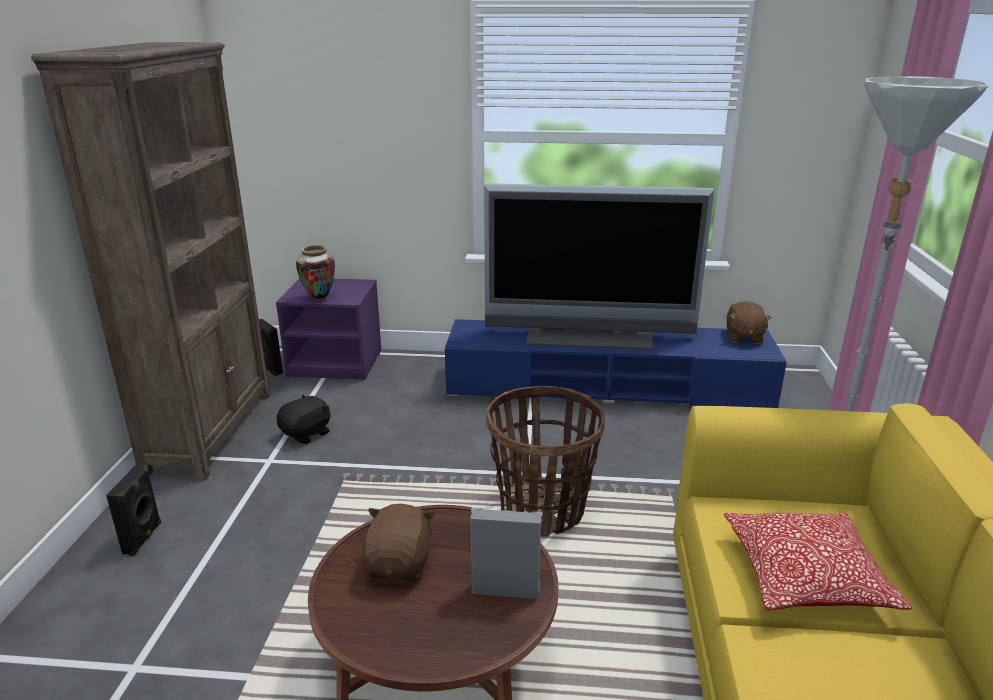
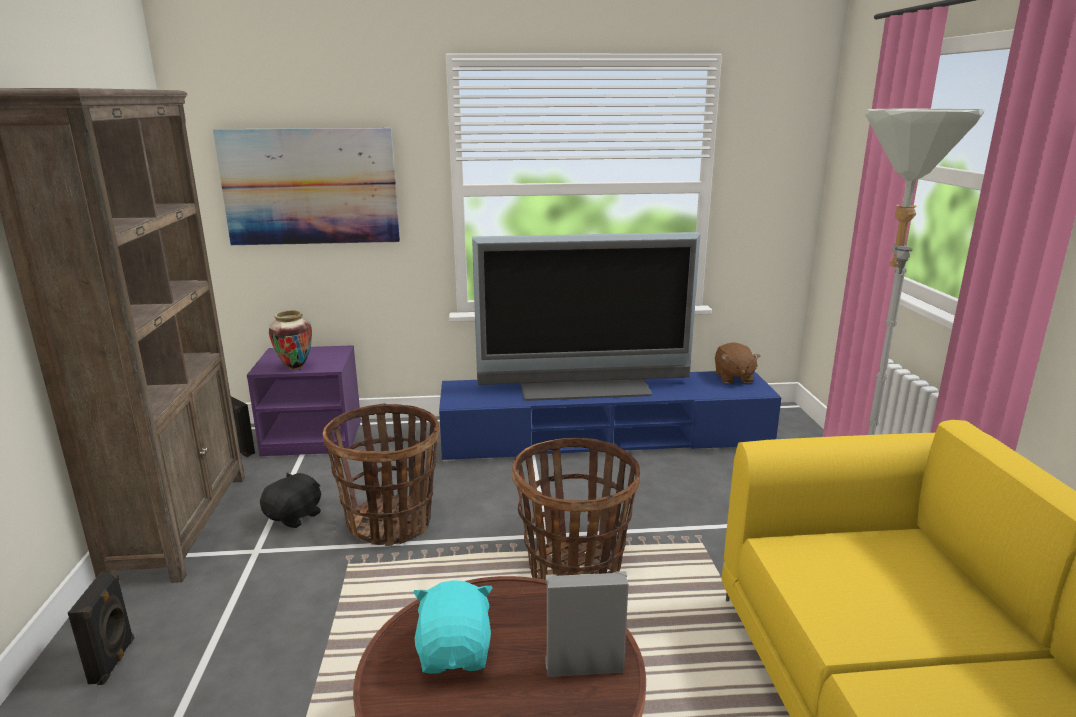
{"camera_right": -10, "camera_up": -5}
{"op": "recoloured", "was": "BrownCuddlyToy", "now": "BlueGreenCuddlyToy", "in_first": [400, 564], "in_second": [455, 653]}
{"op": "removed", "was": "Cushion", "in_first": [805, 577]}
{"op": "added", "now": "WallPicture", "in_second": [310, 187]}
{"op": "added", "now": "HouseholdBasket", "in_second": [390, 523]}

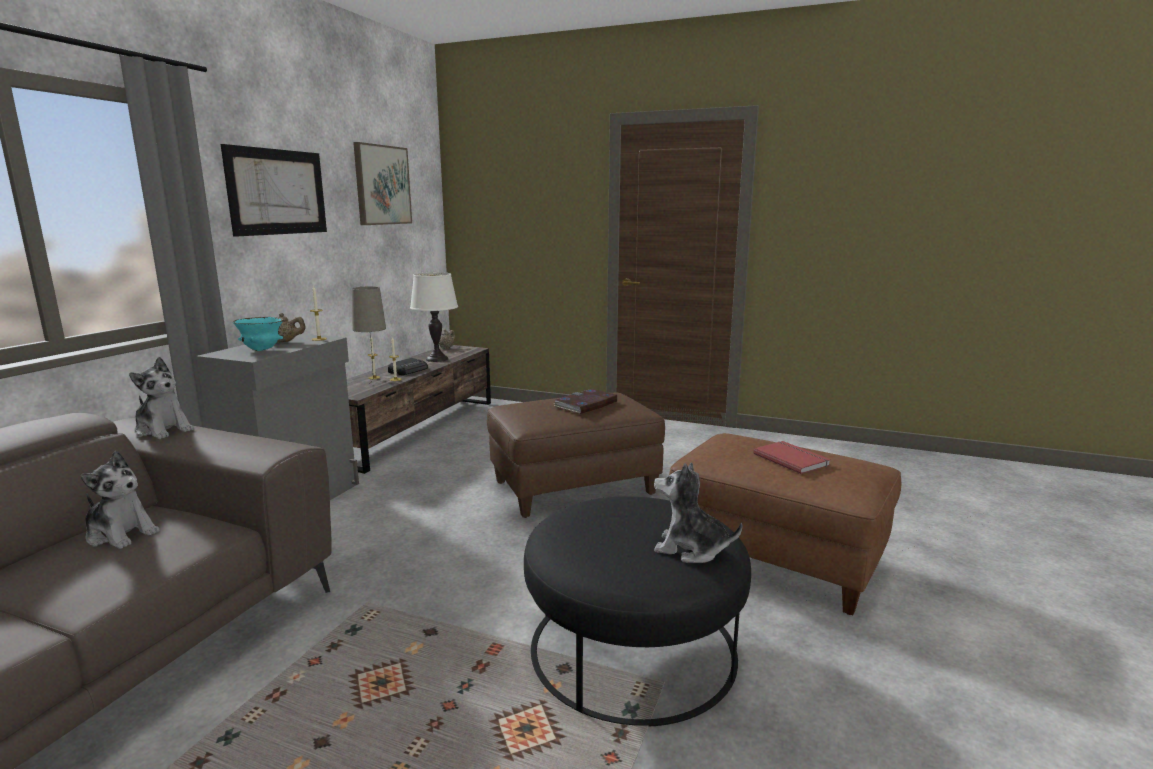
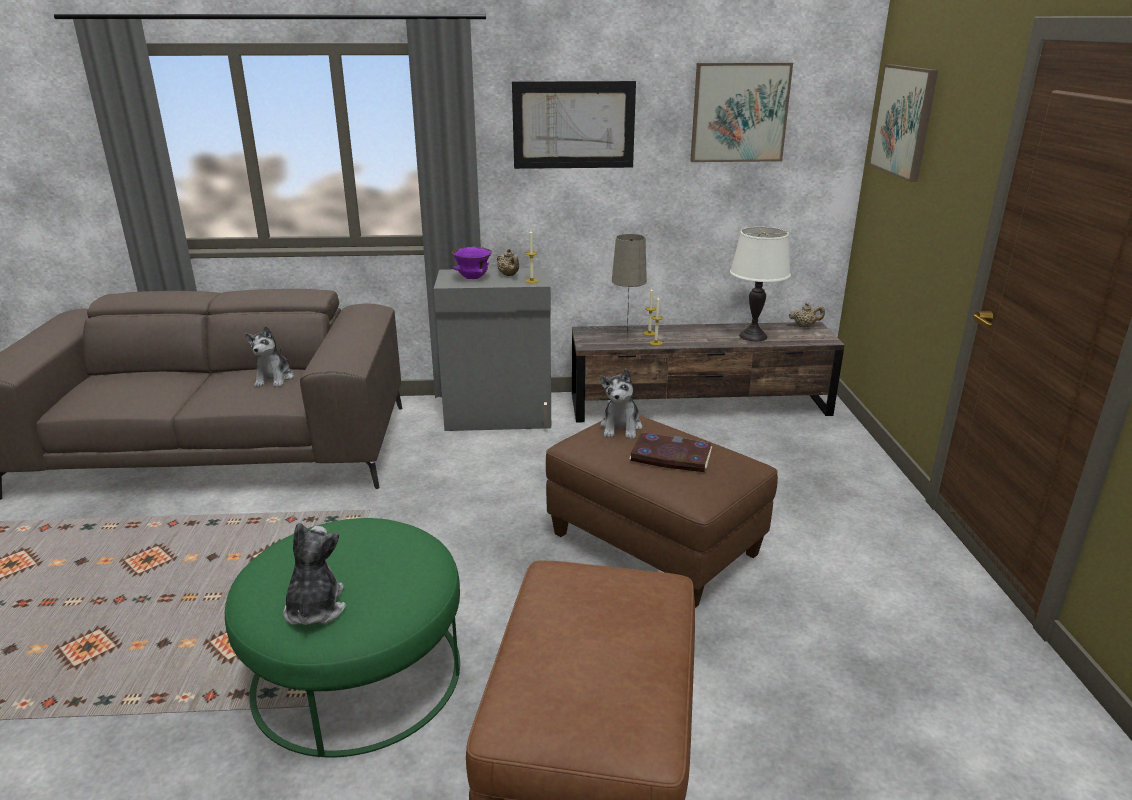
{"camera_right": 65, "camera_up": 10}
{"op": "recoloured", "was": "BlueGreenDeepDish", "now": "PurpleDeepDish", "in_first": [261, 350], "in_second": [472, 278]}
{"op": "moved", "was": "CuddlyToy", "in_first": [163, 430], "in_second": [621, 427]}
{"op": "removed", "was": "RadioSet", "in_first": [409, 370]}
{"op": "removed", "was": "RedBook", "in_first": [792, 459]}
{"op": "recoloured", "was": "BlackPouffe", "now": "GreenishPouffe", "in_first": [633, 648], "in_second": [357, 673]}
{"op": "added", "now": "WallPicture", "in_second": [904, 121]}

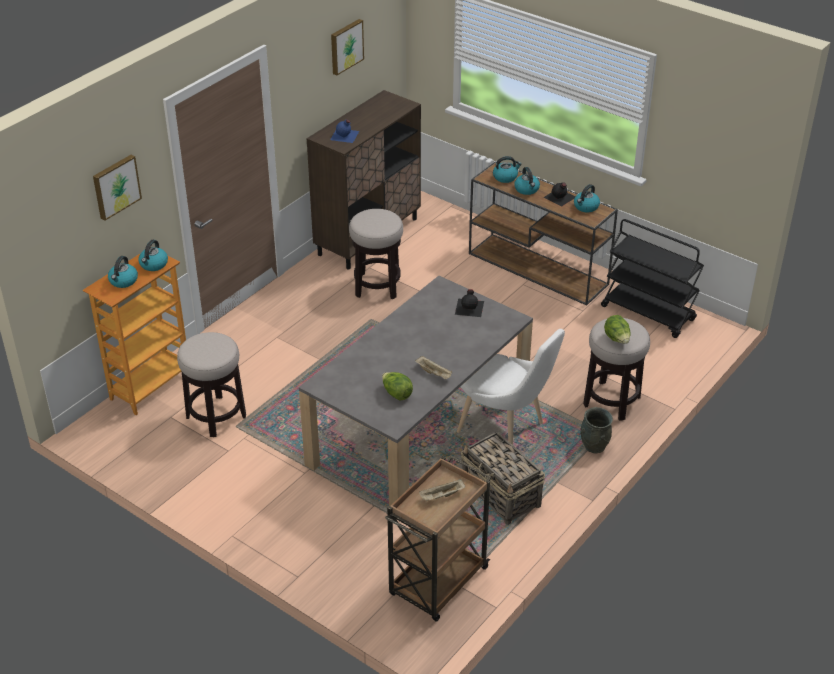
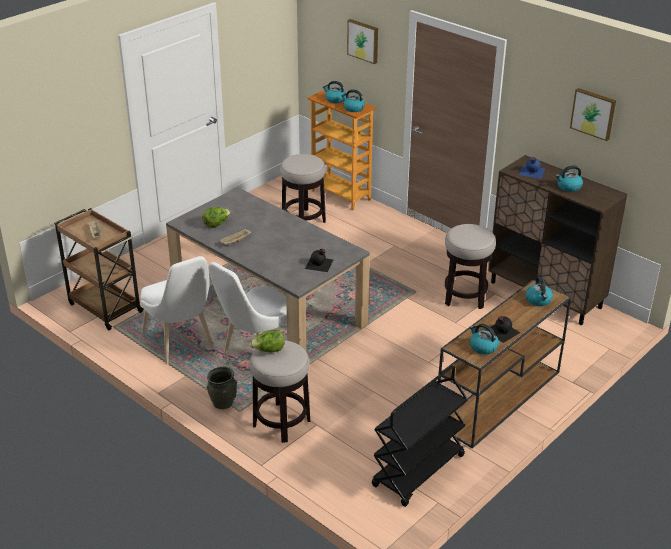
{"camera_right": 95, "camera_up": -5}
{"op": "moved", "was": "TeaKettle", "in_first": [527, 189], "in_second": [568, 187]}
{"op": "replaced", "was": "HouseholdBasket", "now": "WhitePlainChair", "in_first": [501, 495], "in_second": [181, 344]}

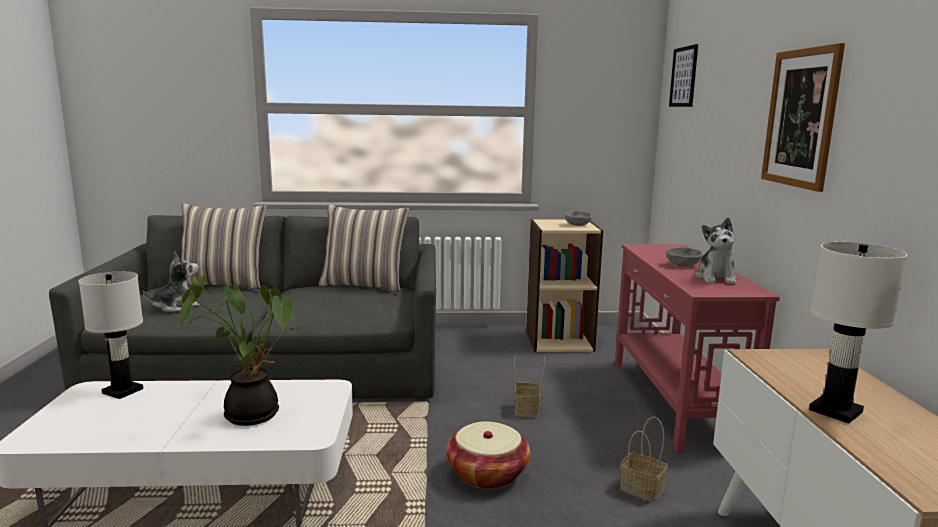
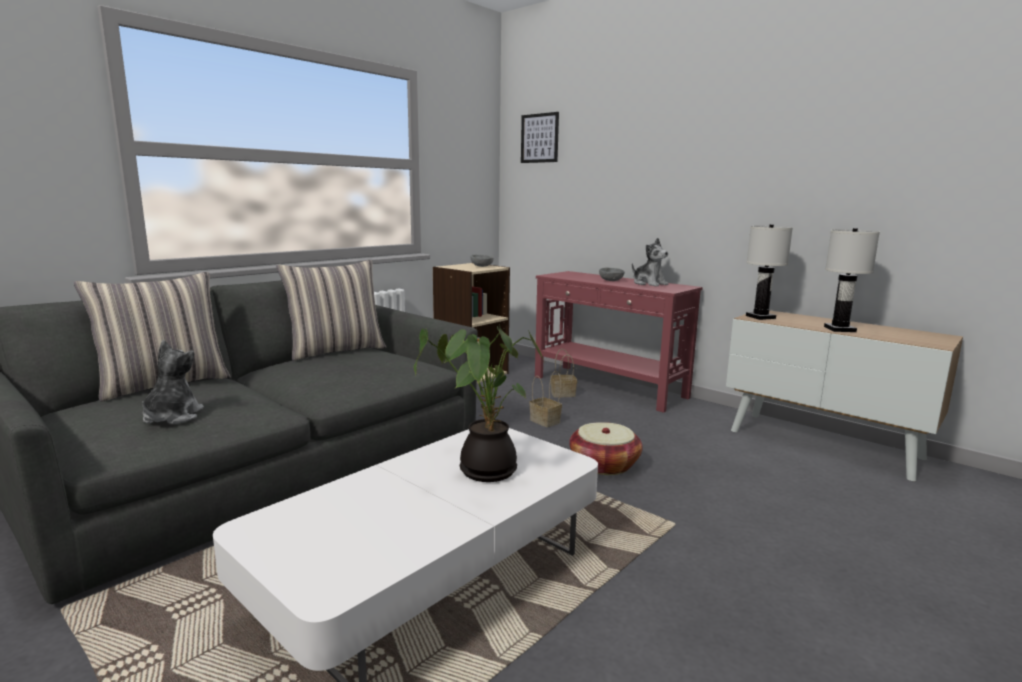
{"camera_right": -45, "camera_up": 0}
{"op": "removed", "was": "WallPicture", "in_first": [801, 118]}
{"op": "moved", "was": "WhiteLampForATable", "in_first": [122, 391], "in_second": [760, 317]}
{"op": "moved", "was": "HouseholdBasket", "in_first": [643, 489], "in_second": [563, 394]}

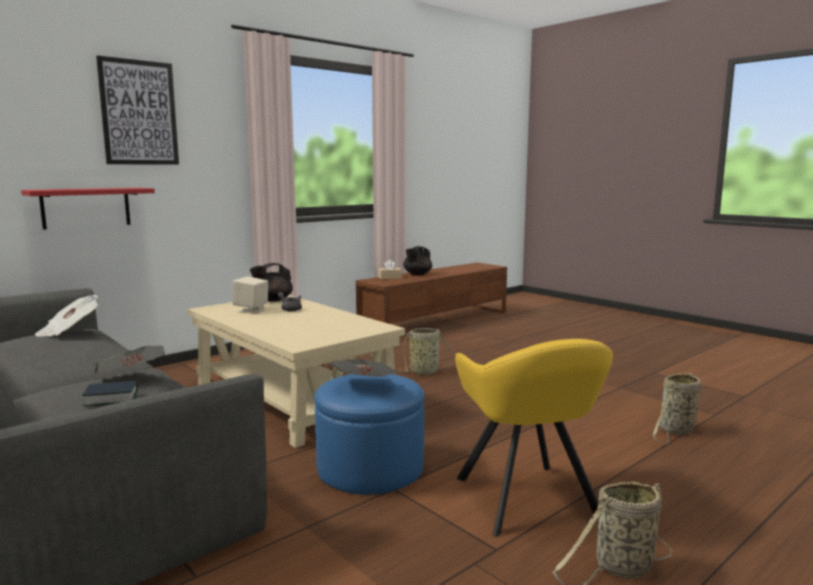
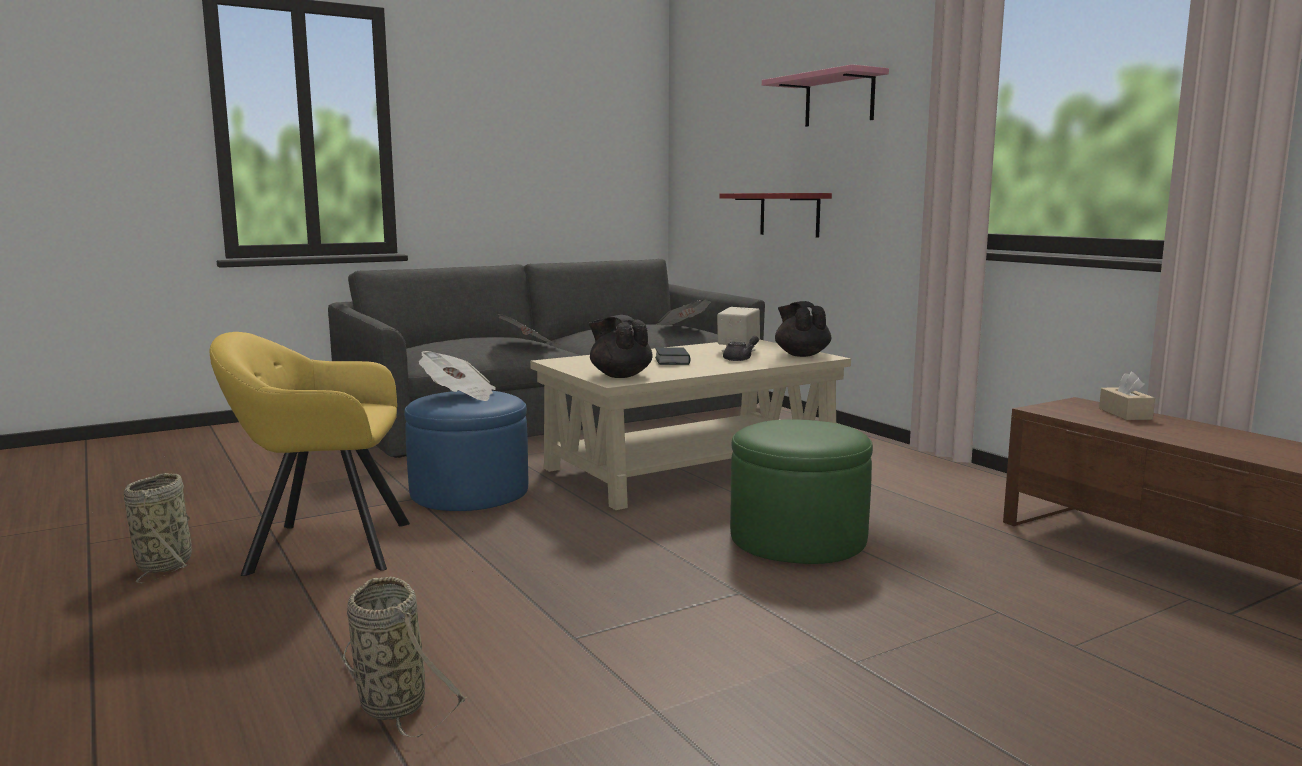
{"camera_right": 100, "camera_up": 0}
{"op": "replaced", "was": "WallPicture", "now": "PinkBracketShelf", "in_first": [139, 113], "in_second": [839, 99]}
{"op": "moved", "was": "BlackTeaPot", "in_first": [417, 274], "in_second": [620, 375]}
{"op": "replaced", "was": "HouseholdBasket", "now": "GreenishPouffe", "in_first": [426, 372], "in_second": [798, 538]}
{"op": "moved", "was": "Book", "in_first": [111, 398], "in_second": [672, 361]}

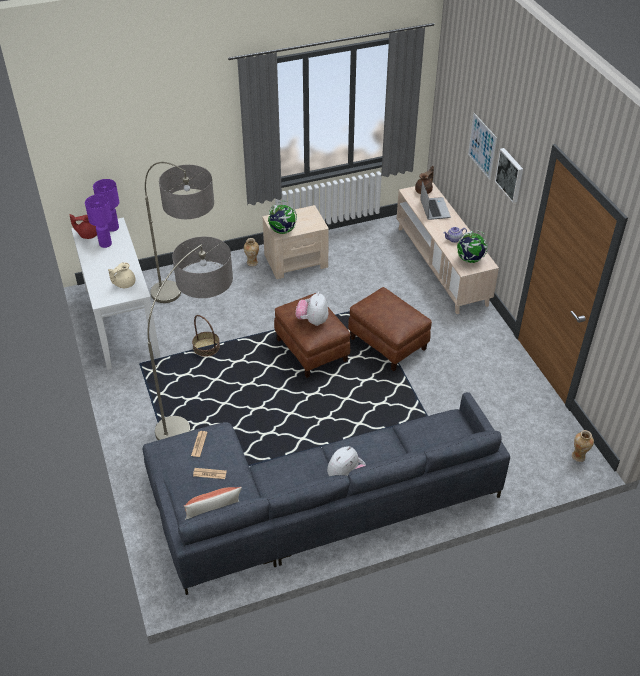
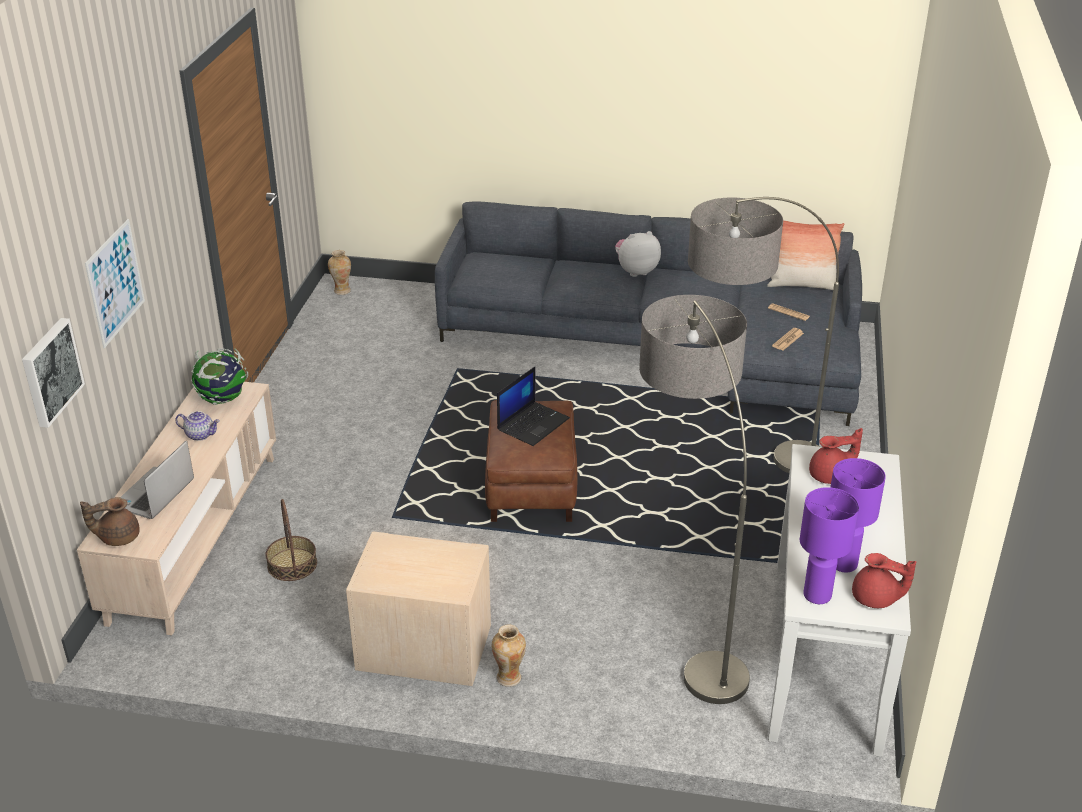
{"camera_right": -150, "camera_up": -10}
{"op": "moved", "was": "WallPicture", "in_first": [510, 175], "in_second": [50, 371]}
{"op": "removed", "was": "Globe", "in_first": [282, 231]}
{"op": "recoloured", "was": "BeigeTeaPot", "now": "RedTeaPot", "in_first": [124, 284], "in_second": [830, 476]}
{"op": "removed", "was": "BrownPouffe", "in_first": [388, 343]}
{"op": "replaced", "was": "CuddlyToy", "now": "PortableComputer", "in_first": [312, 321], "in_second": [533, 423]}
{"op": "moved", "was": "HouseholdBasket", "in_first": [206, 347], "in_second": [292, 564]}

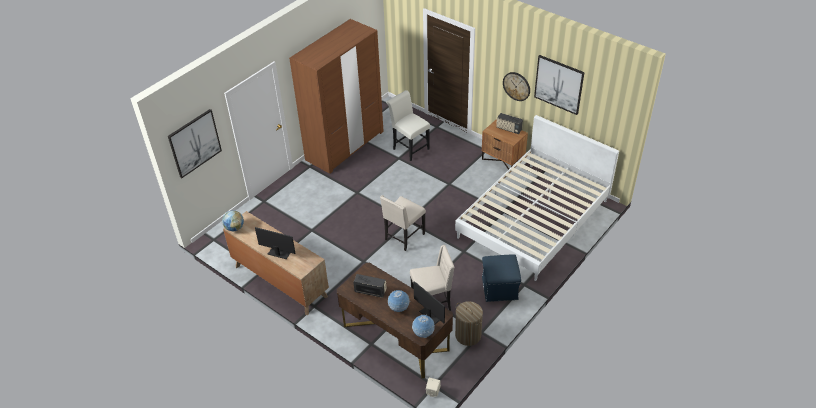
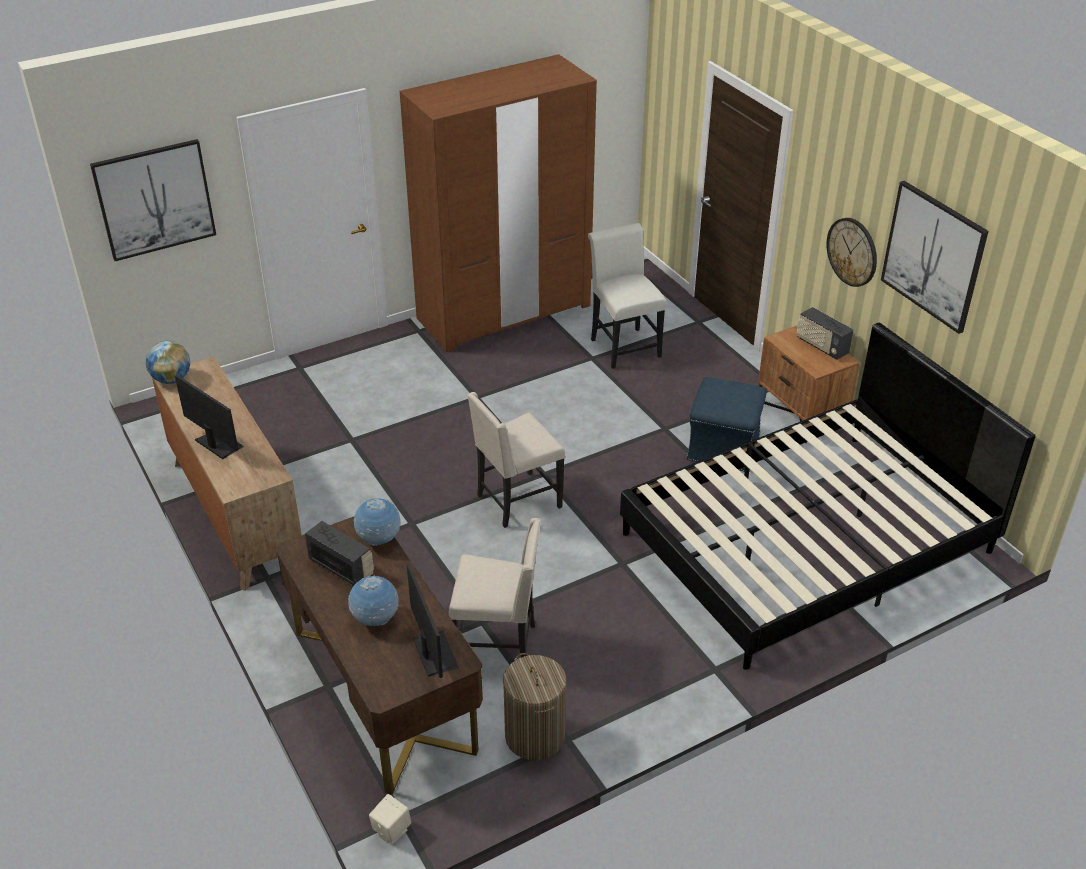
{"camera_right": 20, "camera_up": -5}
{"op": "recoloured", "was": "WhiteBed", "now": "BlackBed", "in_first": [534, 218], "in_second": [808, 542]}
{"op": "moved", "was": "BluePouffe", "in_first": [499, 288], "in_second": [723, 447]}
{"op": "moved", "was": "Globe", "in_first": [423, 333], "in_second": [379, 540]}

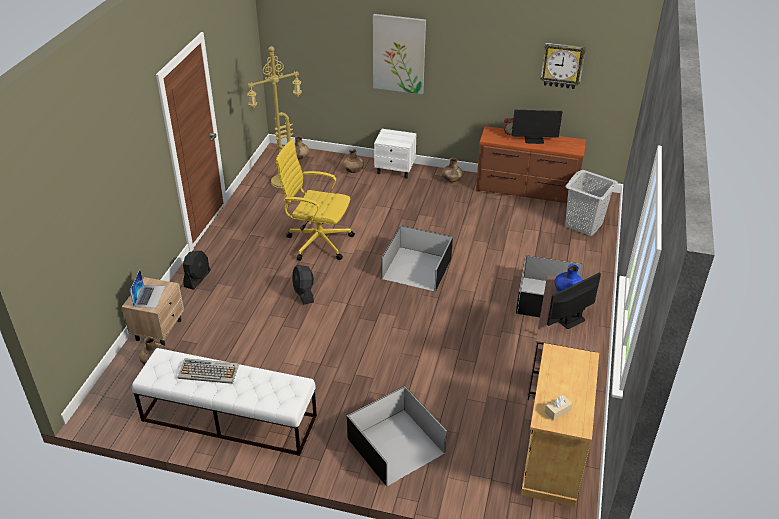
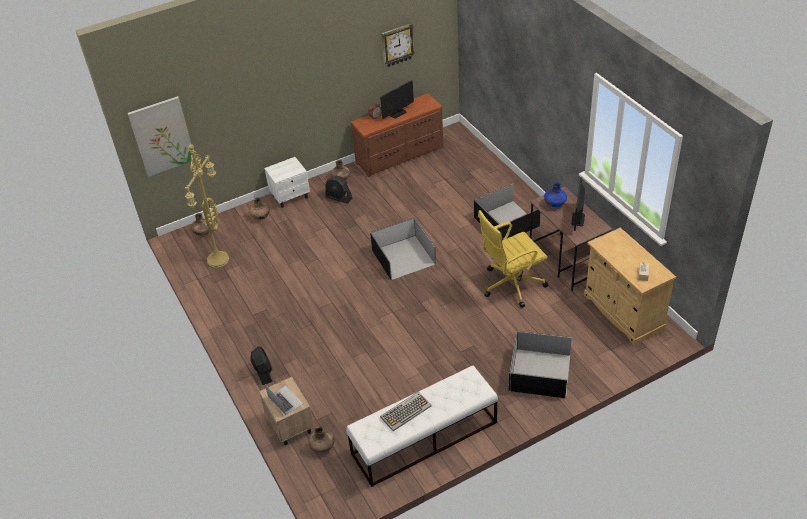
{"camera_right": -40, "camera_up": 5}
{"op": "moved", "was": "WallPicture", "in_first": [399, 54], "in_second": [162, 136]}
{"op": "moved", "was": "YellowColouredComputerChair", "in_first": [317, 242], "in_second": [511, 285]}
{"op": "removed", "was": "GreyishWashingBasket", "in_first": [584, 225]}
{"op": "moved", "was": "BlackElectricFan", "in_first": [304, 293], "in_second": [339, 198]}

